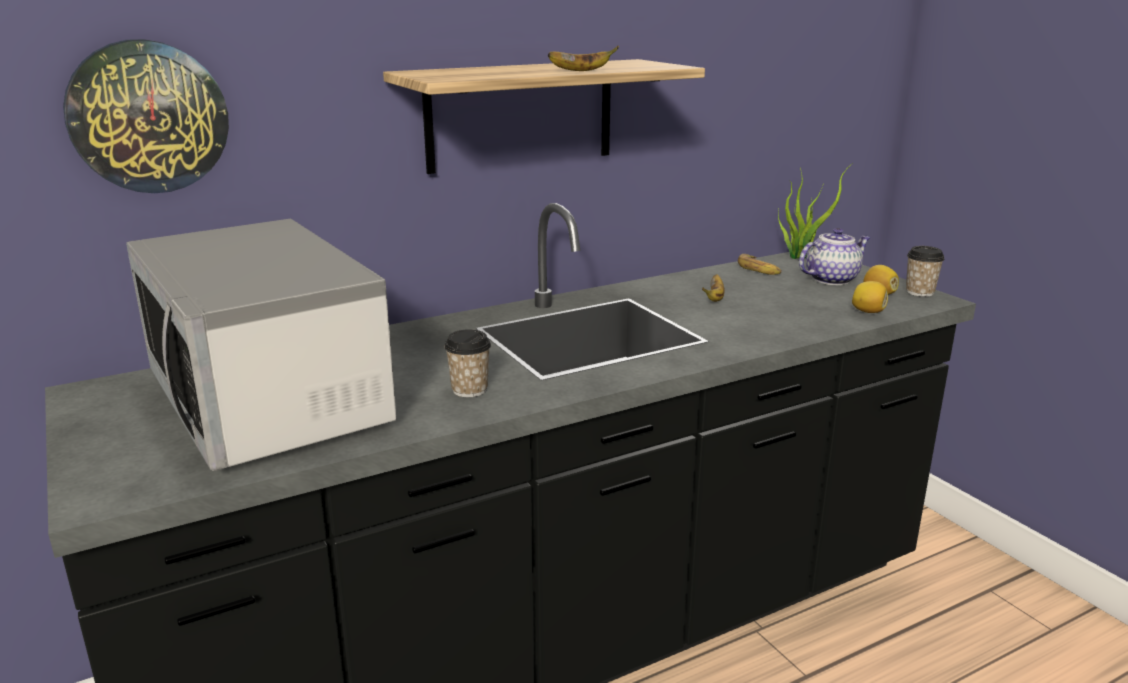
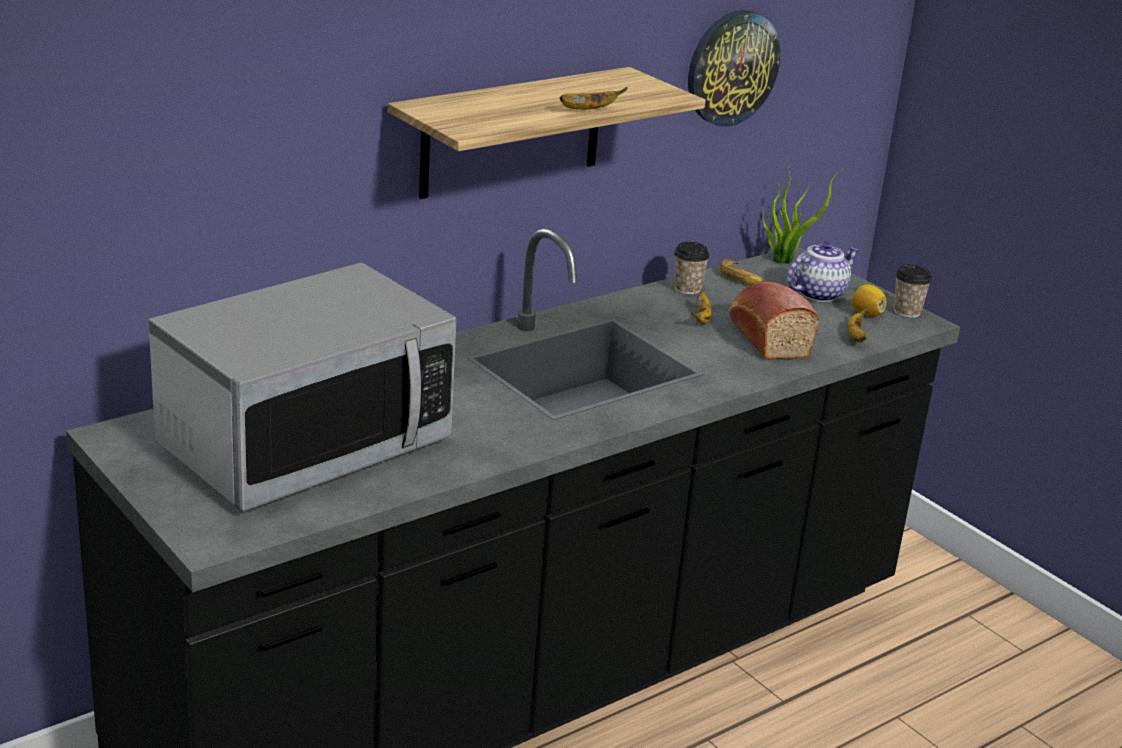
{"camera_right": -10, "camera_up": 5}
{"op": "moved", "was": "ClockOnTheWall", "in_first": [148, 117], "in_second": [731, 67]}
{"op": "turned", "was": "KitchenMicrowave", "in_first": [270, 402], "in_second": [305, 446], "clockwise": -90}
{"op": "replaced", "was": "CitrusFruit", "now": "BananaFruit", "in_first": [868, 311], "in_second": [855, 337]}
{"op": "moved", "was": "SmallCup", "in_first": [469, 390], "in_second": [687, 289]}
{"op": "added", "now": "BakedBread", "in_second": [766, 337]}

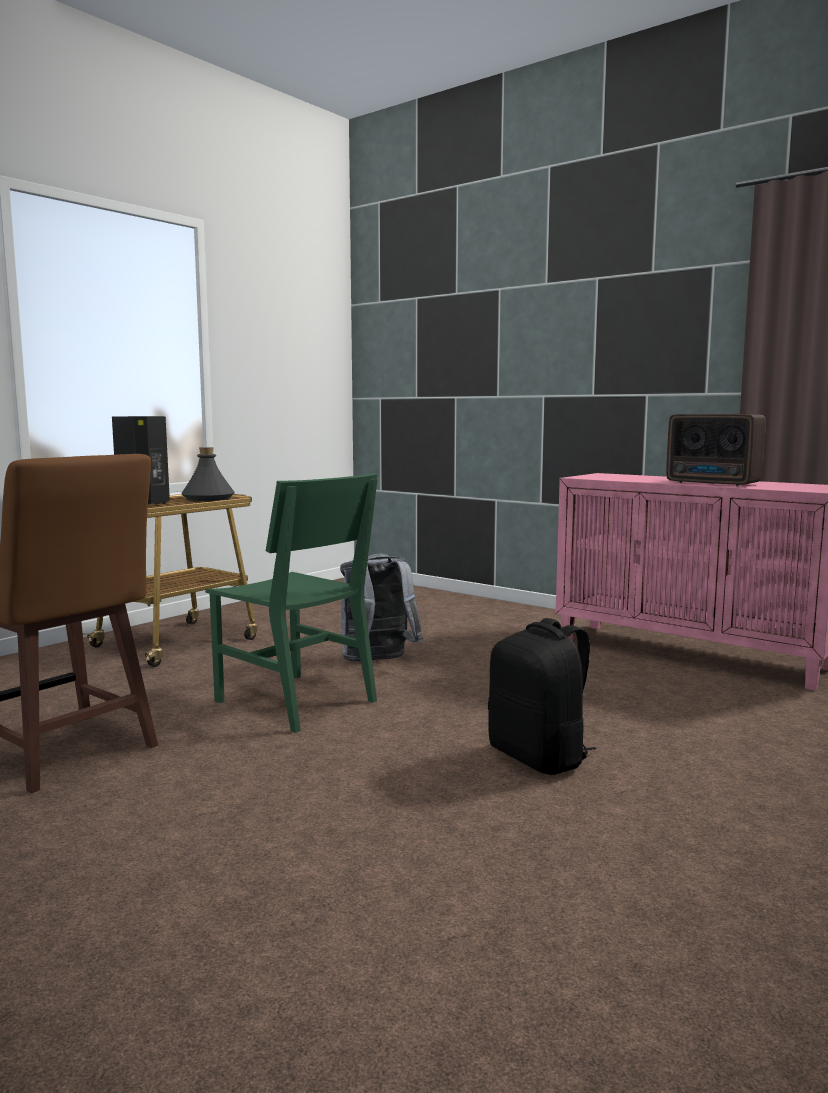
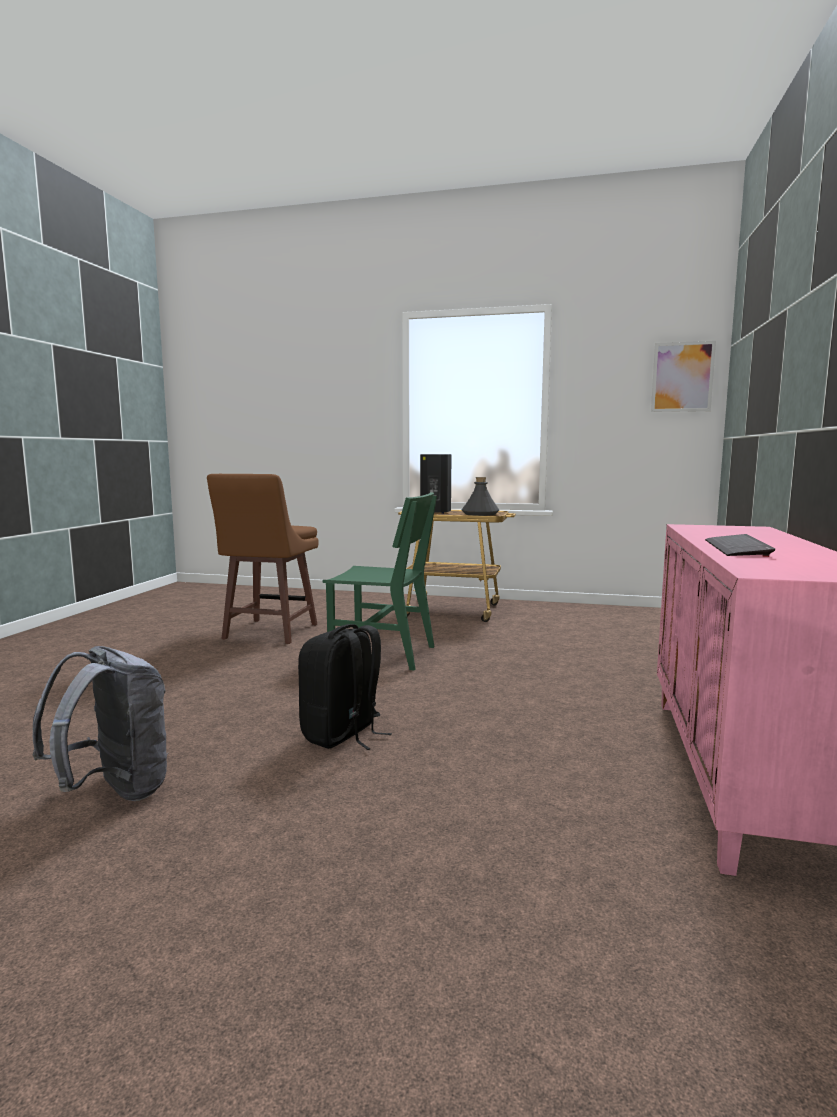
{"camera_right": 65, "camera_up": 0}
{"op": "replaced", "was": "RadioSet", "now": "ComputerKeyboard", "in_first": [714, 483], "in_second": [737, 548]}
{"op": "turned", "was": "GreenishPlainChair", "in_first": [295, 701], "in_second": [383, 654], "clockwise": -90}
{"op": "moved", "was": "GreyishBackpack", "in_first": [377, 662], "in_second": [114, 791]}
{"op": "added", "now": "WallPicture", "in_second": [682, 377]}

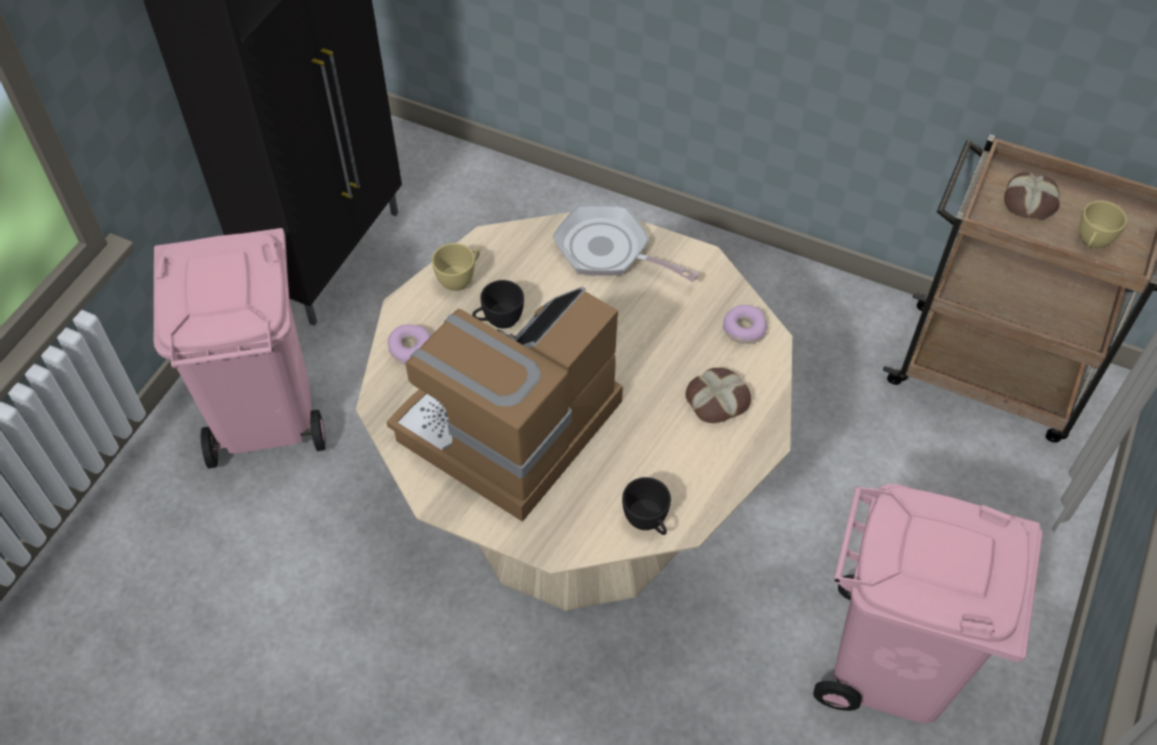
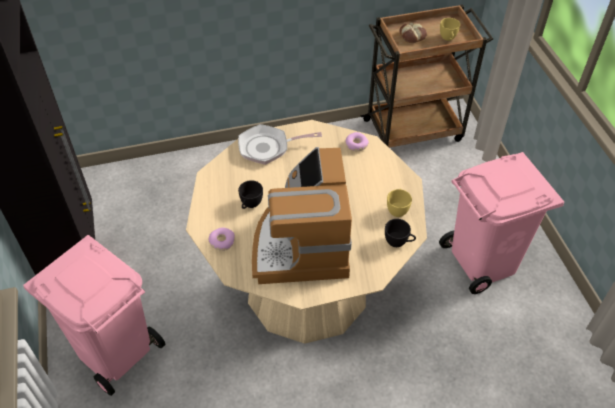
{"camera_right": -40, "camera_up": -5}
{"op": "moved", "was": "YellowColouredSmallCup", "in_first": [460, 279], "in_second": [397, 209]}
{"op": "removed", "was": "BakedBread", "in_first": [717, 399]}

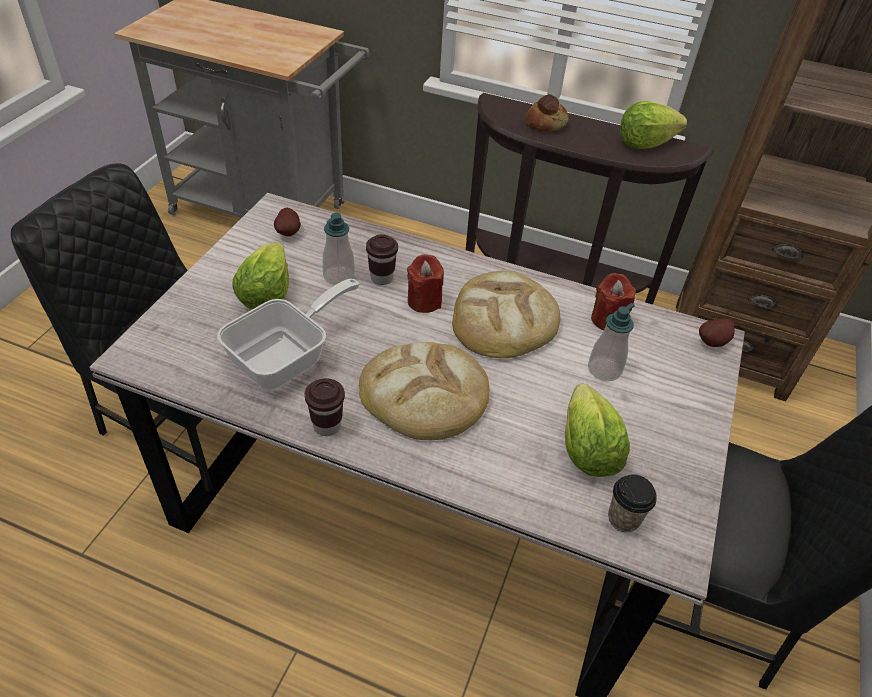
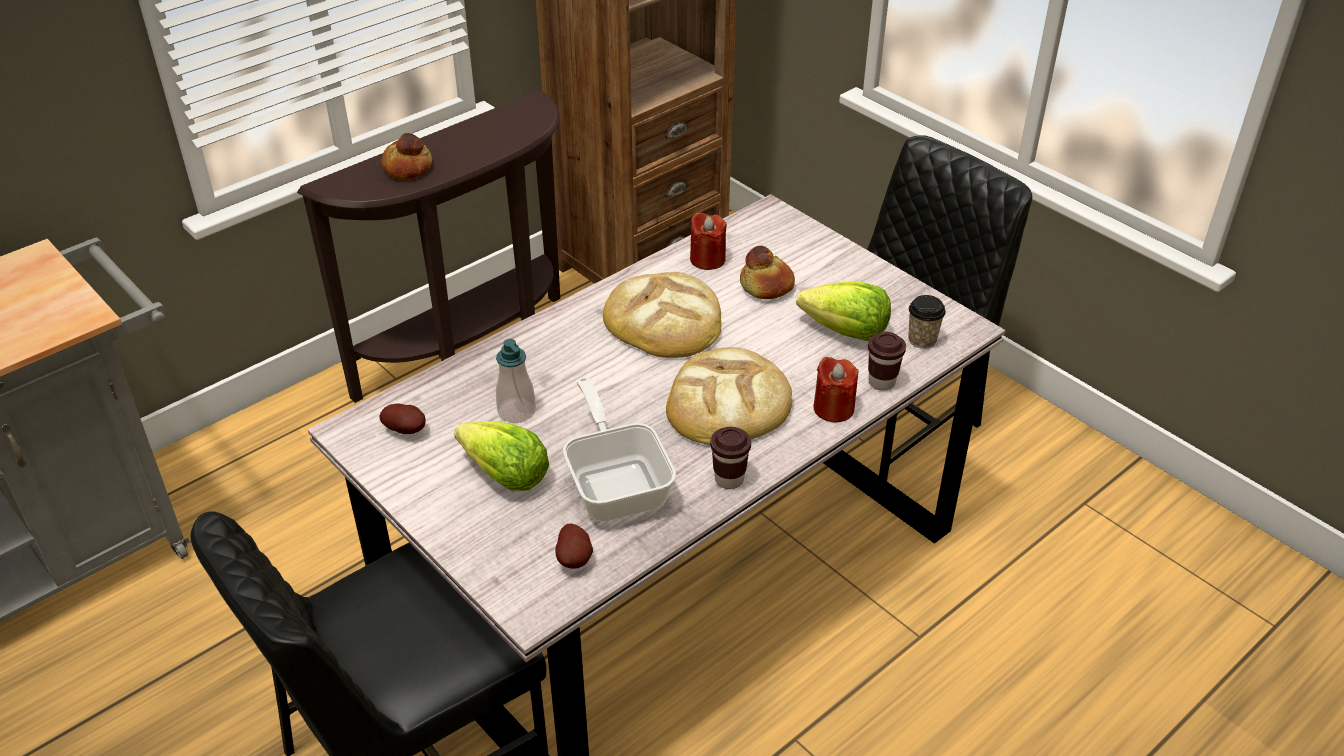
{"camera_right": -60, "camera_up": -5}
{"op": "removed", "was": "LettuceHead", "in_first": [645, 143]}
{"op": "moved", "was": "BrownSmallCup", "in_first": [381, 278], "in_second": [881, 382]}
{"op": "moved", "was": "RedWaxCandle", "in_first": [424, 301], "in_second": [833, 408]}
{"op": "replaced", "was": "SoapBottle", "now": "BakedBread", "in_first": [604, 369], "in_second": [766, 286]}
{"op": "moved", "was": "Potato", "in_first": [713, 343], "in_second": [575, 559]}

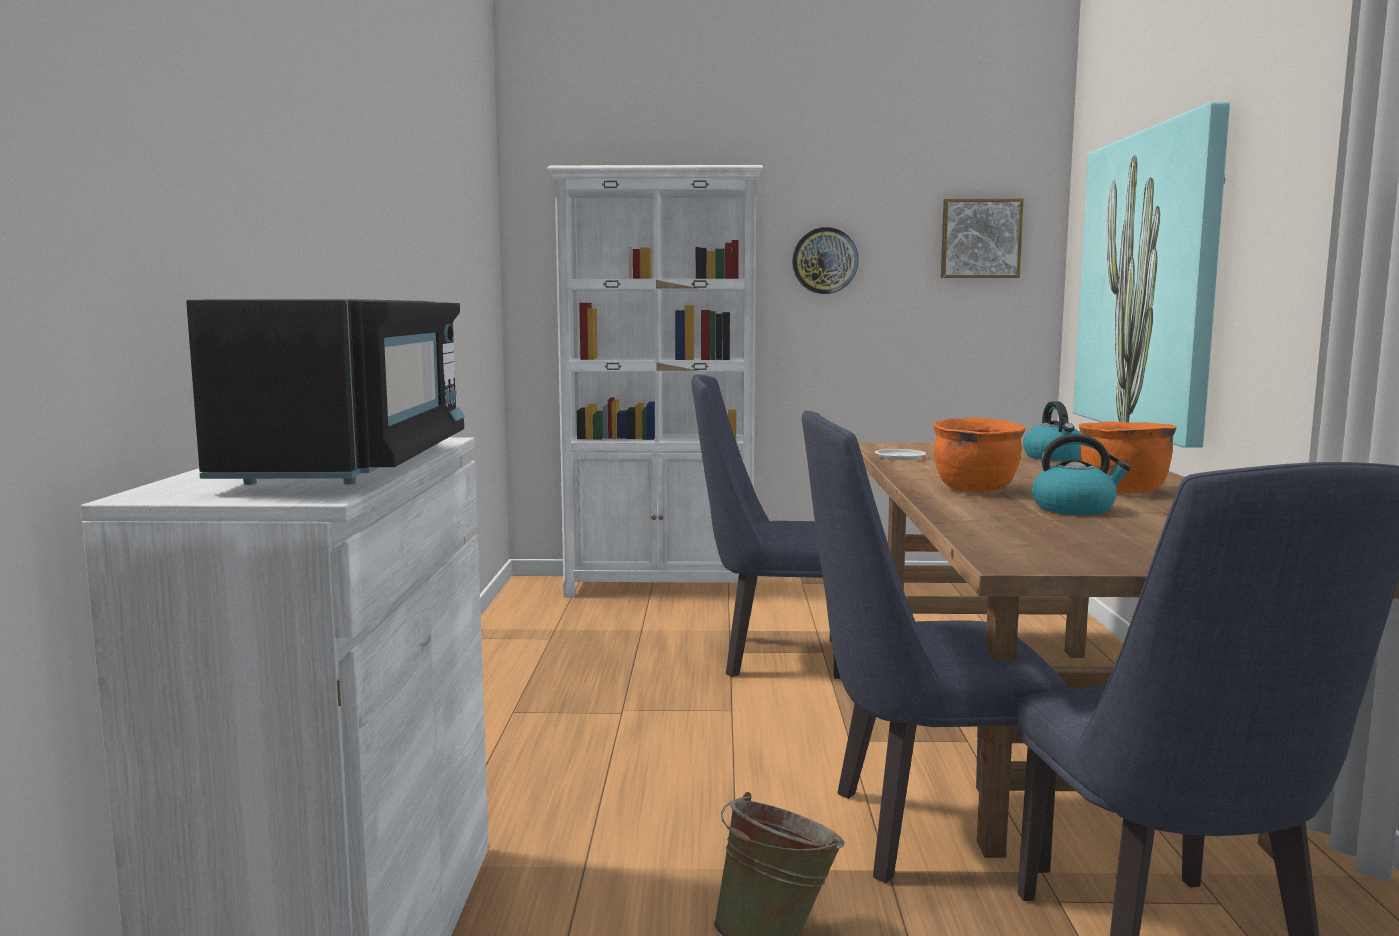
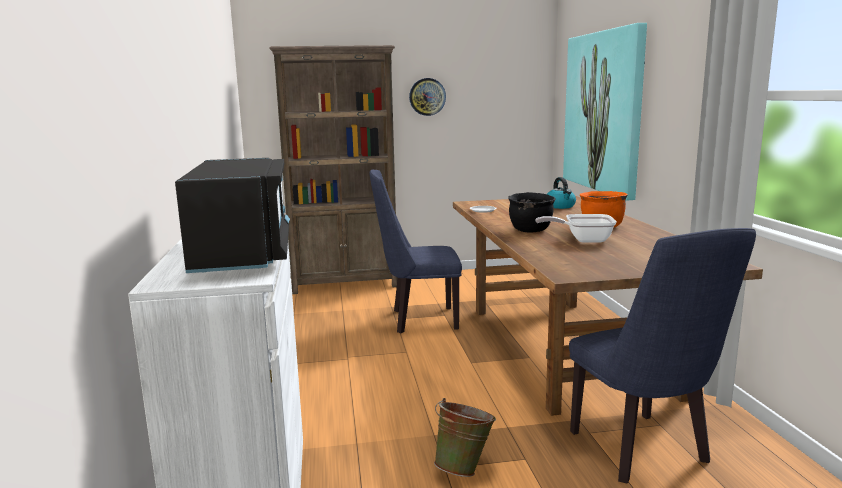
{"camera_right": -10, "camera_up": 5}
{"op": "recoloured", "was": "WhiteBookshelf", "now": "BrownBookshelf", "in_first": [661, 588], "in_second": [345, 284]}
{"op": "removed", "was": "WallPicture", "in_first": [980, 239]}
{"op": "removed", "was": "BluePlainChair", "in_first": [915, 831]}
{"op": "recoloured", "was": "OrangeColouredSaucepot", "now": "BlackSaucepot", "in_first": [976, 490], "in_second": [531, 230]}
{"op": "replaced", "was": "TeaKettle", "now": "FryingPan", "in_first": [1074, 509], "in_second": [583, 240]}

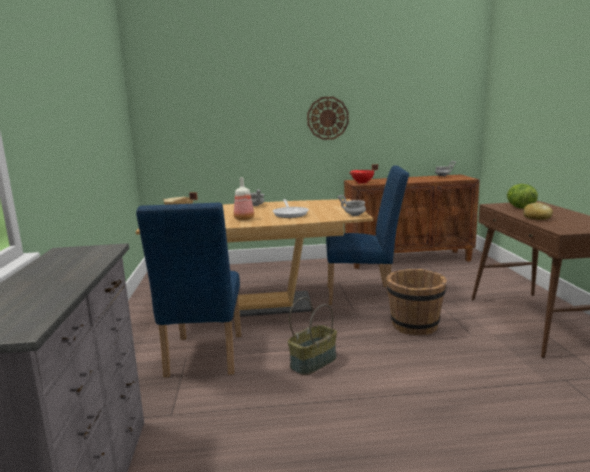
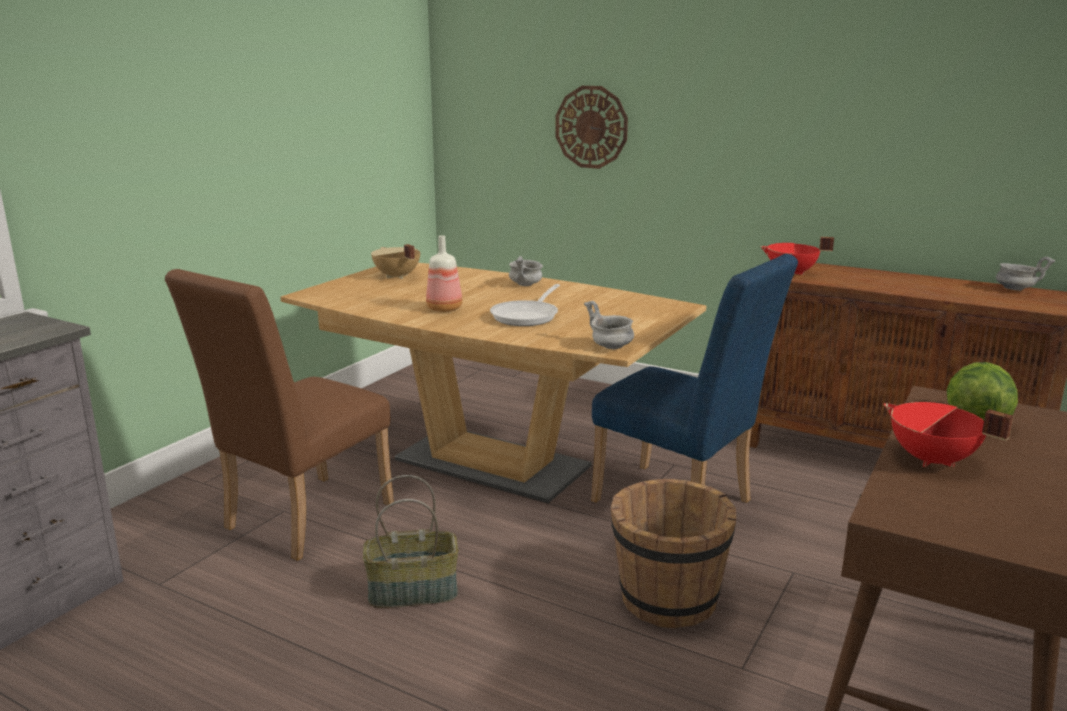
{"camera_right": 35, "camera_up": 5}
{"op": "moved", "was": "ClockOnTheWall", "in_first": [327, 118], "in_second": [591, 127]}
{"op": "replaced", "was": "BakedBread", "now": "RedSaucepot", "in_first": [537, 218], "in_second": [932, 461]}
{"op": "recoloured", "was": "BluePlainChair", "now": "BrownPlainChair", "in_first": [203, 358], "in_second": [299, 520]}

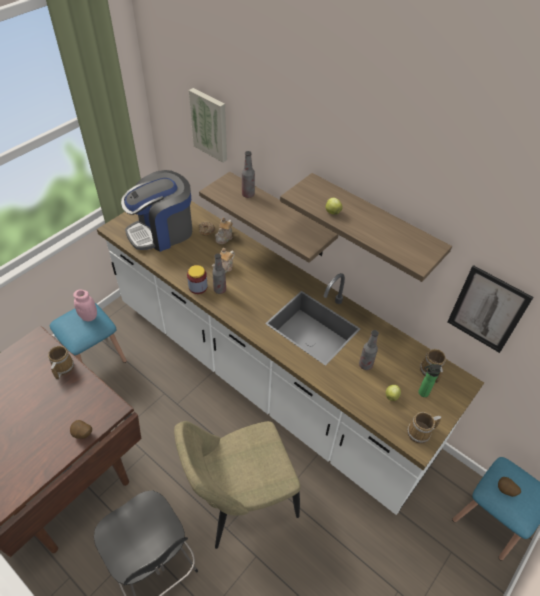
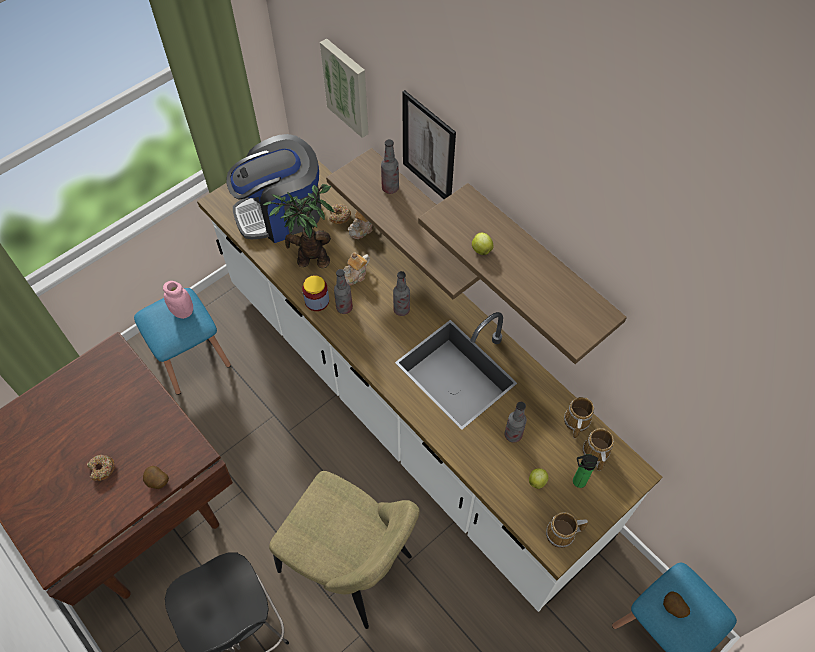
{"camera_right": 10, "camera_up": 10}
{"op": "moved", "was": "WallPicture", "in_first": [487, 309], "in_second": [428, 148]}
{"op": "moved", "was": "TeaMug", "in_first": [62, 368], "in_second": [575, 422]}
{"op": "turned", "was": "BeigePlainChair", "in_first": [241, 502], "in_second": [351, 567], "clockwise": -135}
{"op": "added", "now": "PottedPlant", "in_second": [309, 259]}
{"op": "added", "now": "BeverageBottle", "in_second": [401, 310]}
{"op": "added", "now": "Doughnut", "in_second": [102, 469]}

